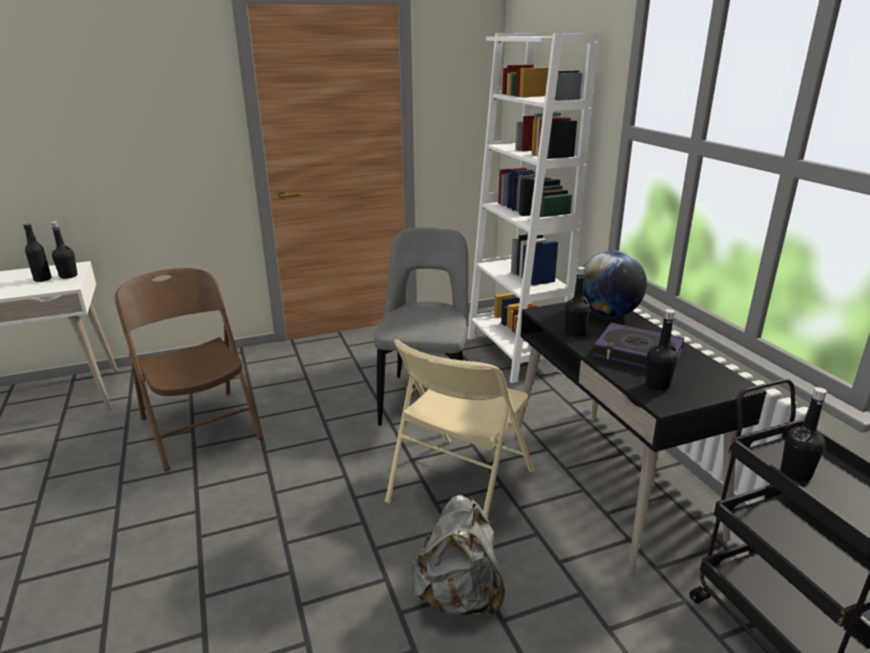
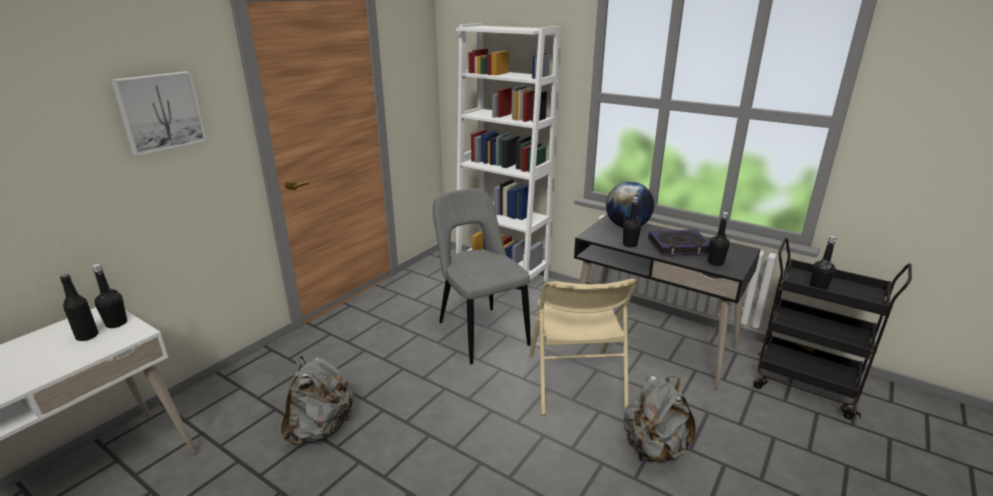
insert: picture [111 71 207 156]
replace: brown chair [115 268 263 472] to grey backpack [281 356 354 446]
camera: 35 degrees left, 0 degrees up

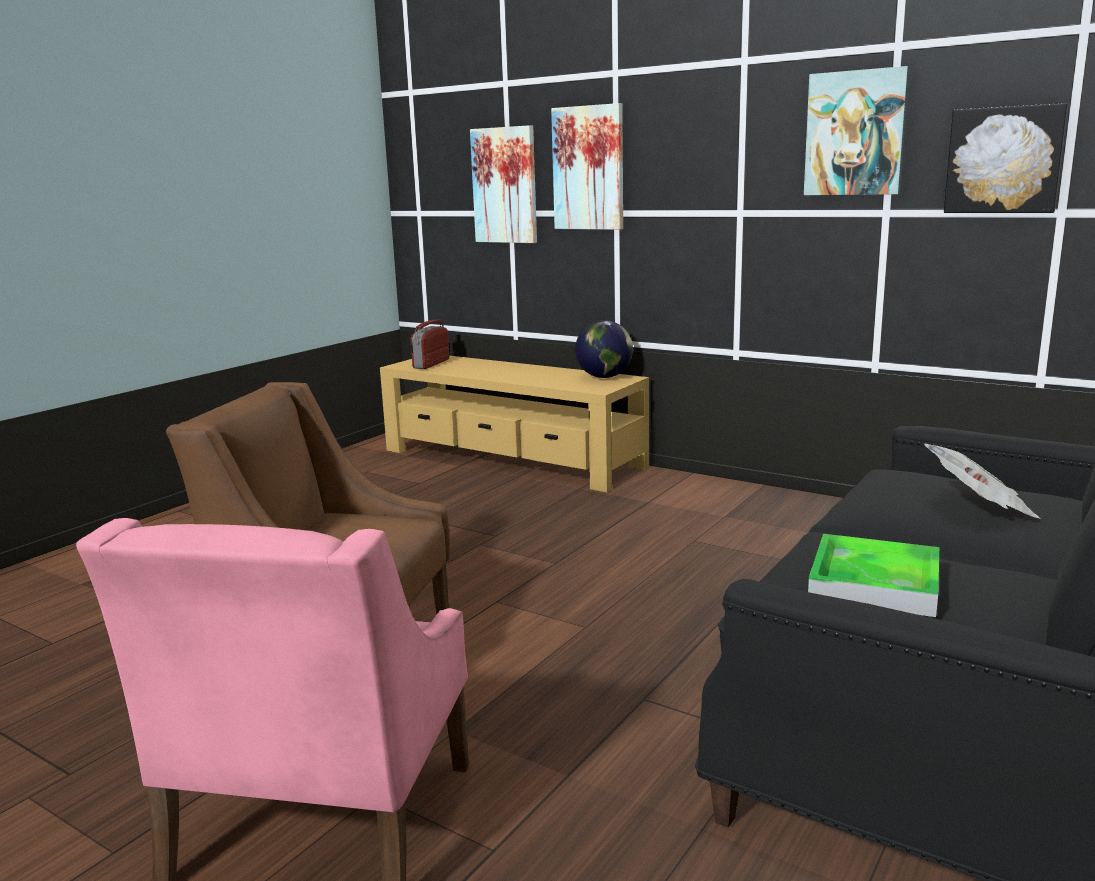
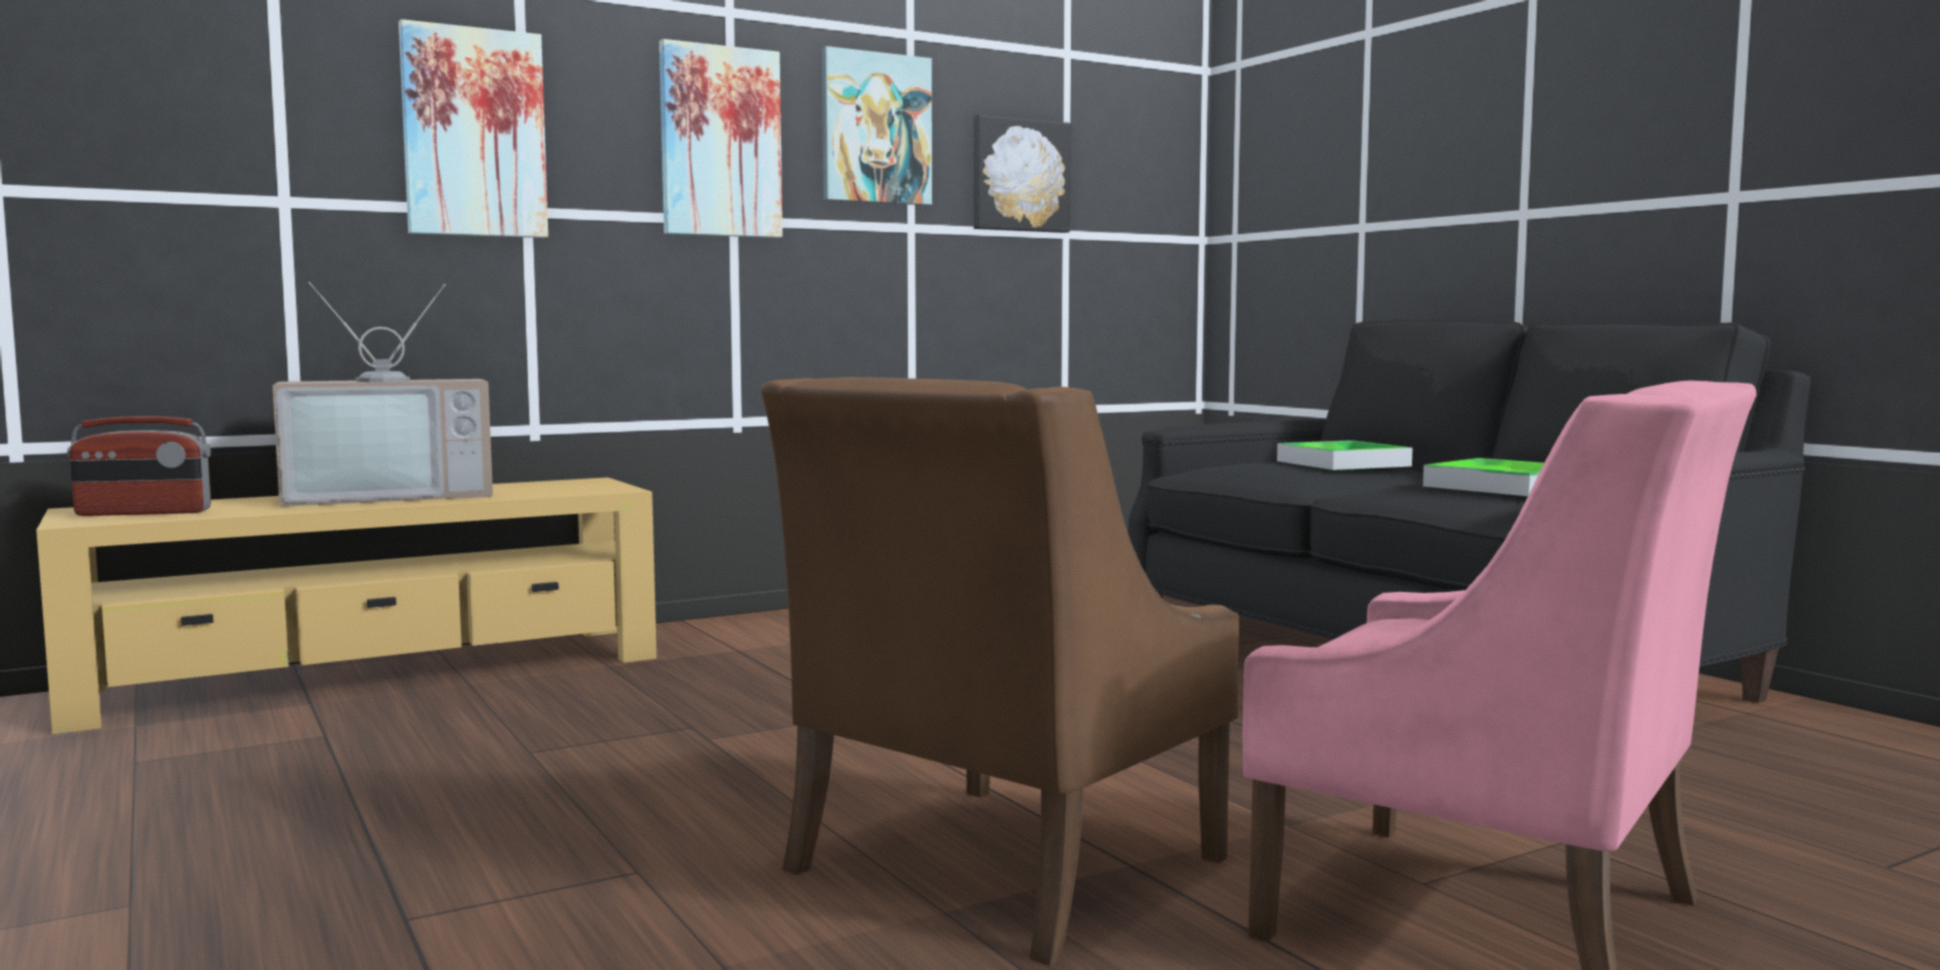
delete: globe [575 320 633 378]
insert: television [273 282 493 507]
move: picture [470 125 537 243] to [659 39 783 238]
replace: newspaper [924 443 1040 519] to tray [1277 440 1413 470]
rotate: radio [411 319 449 369] = [67 416 211 516] 60 degrees counterclockwise
camera: 65 degrees left, 10 degrees down

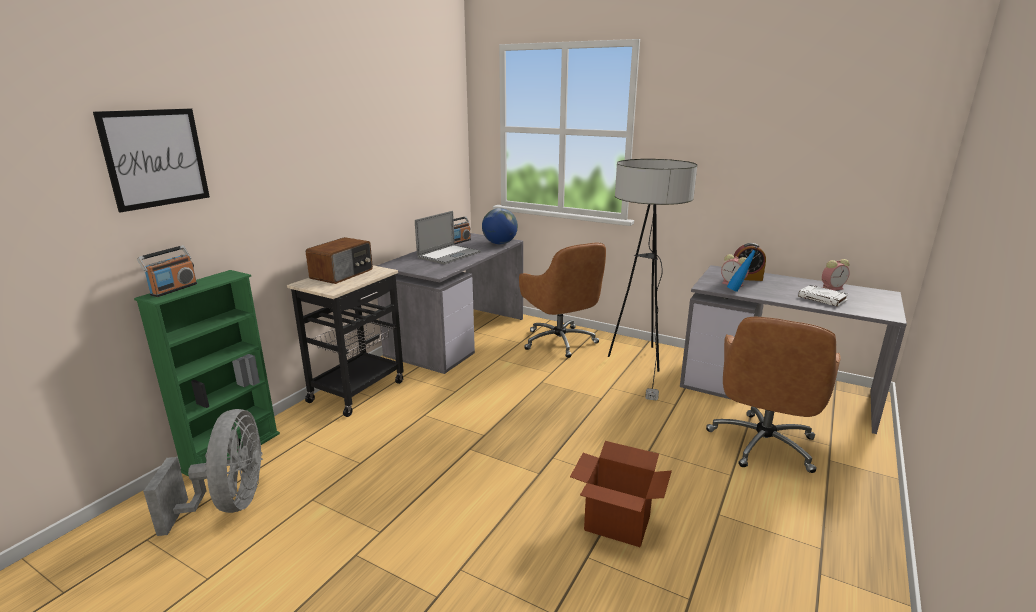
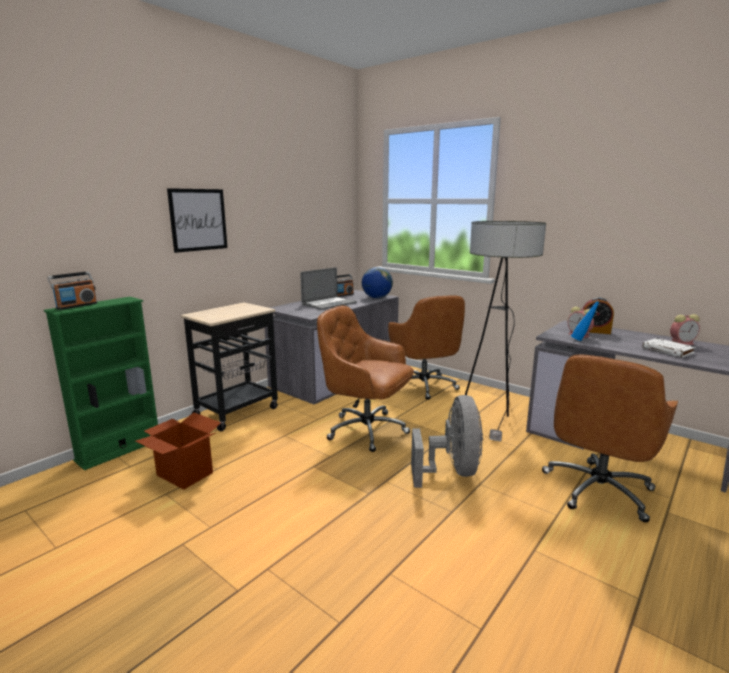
delete: radio [306 237 373 284]
insert: brown office chair [317 305 414 452]
move: picture [93 109 210 213] to [167 188 228 253]; grey fan [143 409 263 536] to [411 395 483 488]; cardboard box [570 441 672 547] to [135 412 221 489]
camera: 10 degrees right, 5 degrees down

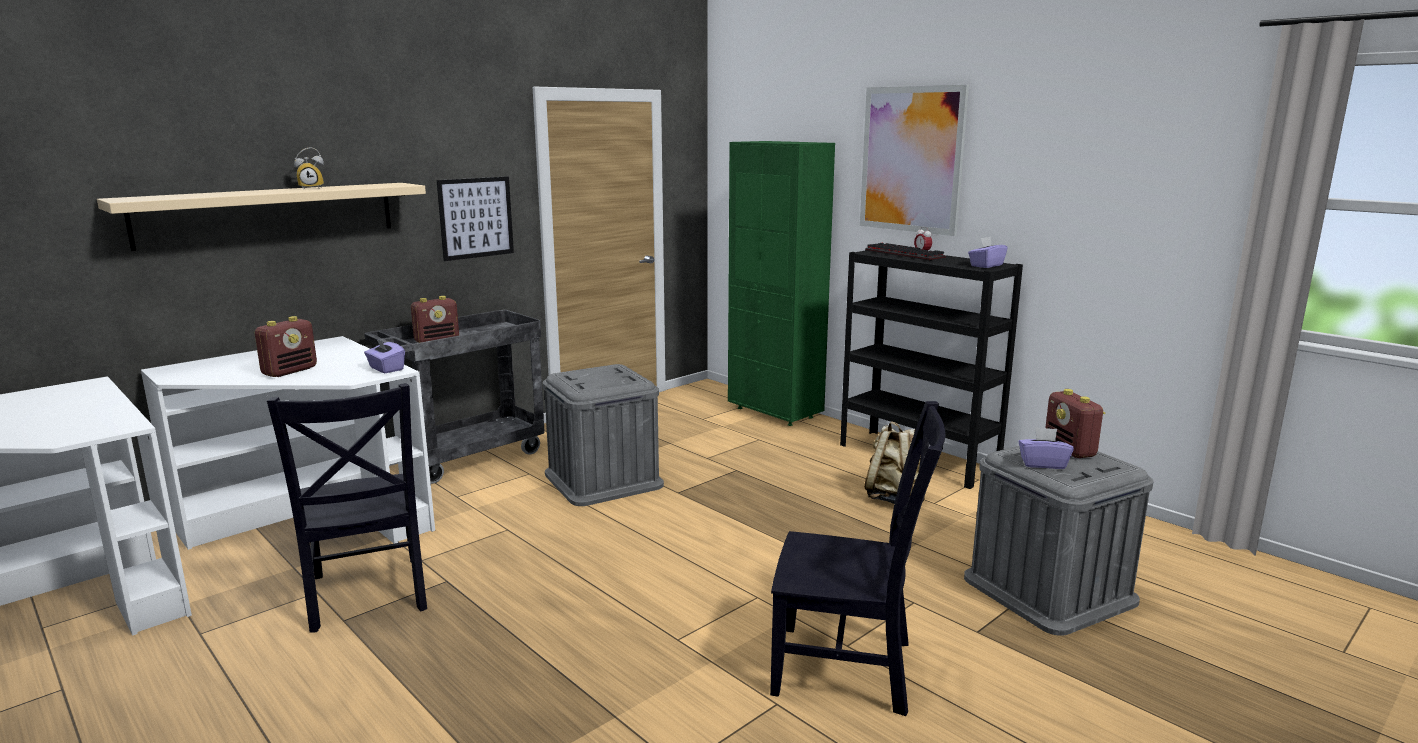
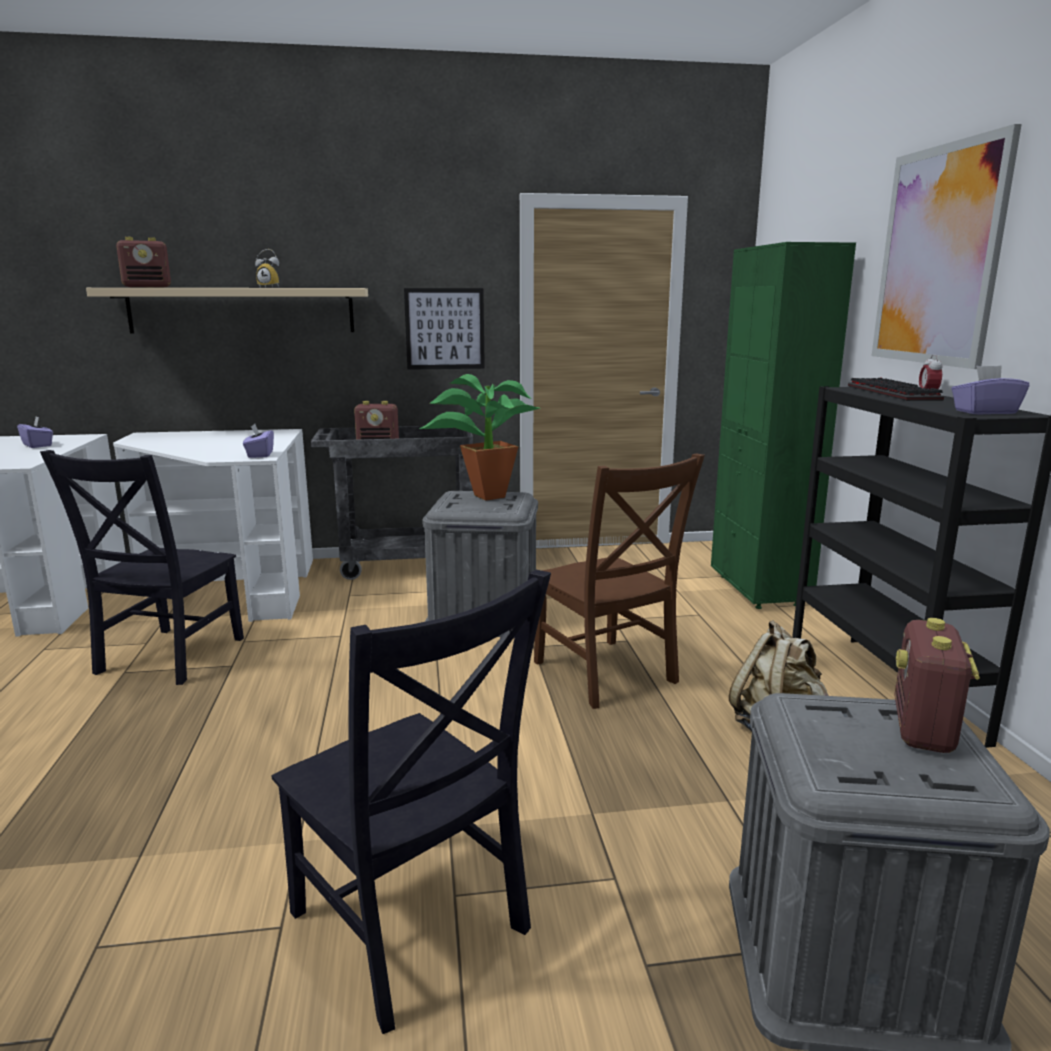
insert: potted plant [419 374 540 501]; brown chair [534 453 705 709]
move: radio [255 316 317 377] to [116 237 171 288]; purple tissue box [1018 427 1074 469] to [17 417 53 448]
camera: 35 degrees right, 0 degrees up

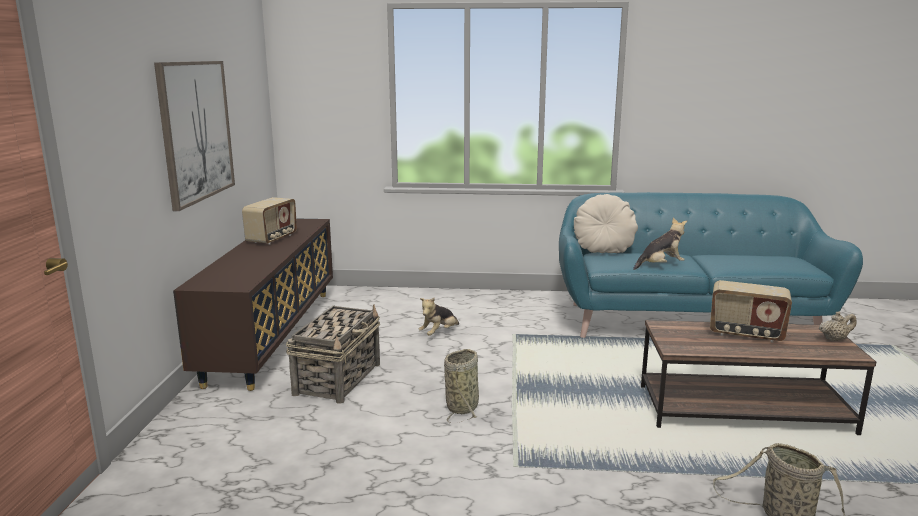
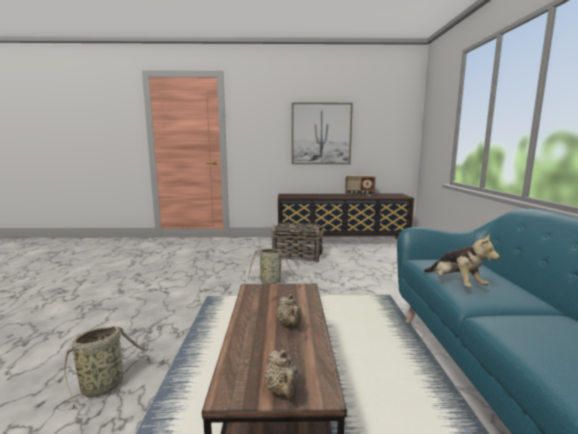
delete: beige pillow [574 194 638 253]; plush toy [418 298 459 336]
replace: radio [710 280 792 343] to beige teapot [277 294 302 327]
camera: 85 degrees right, 5 degrees down

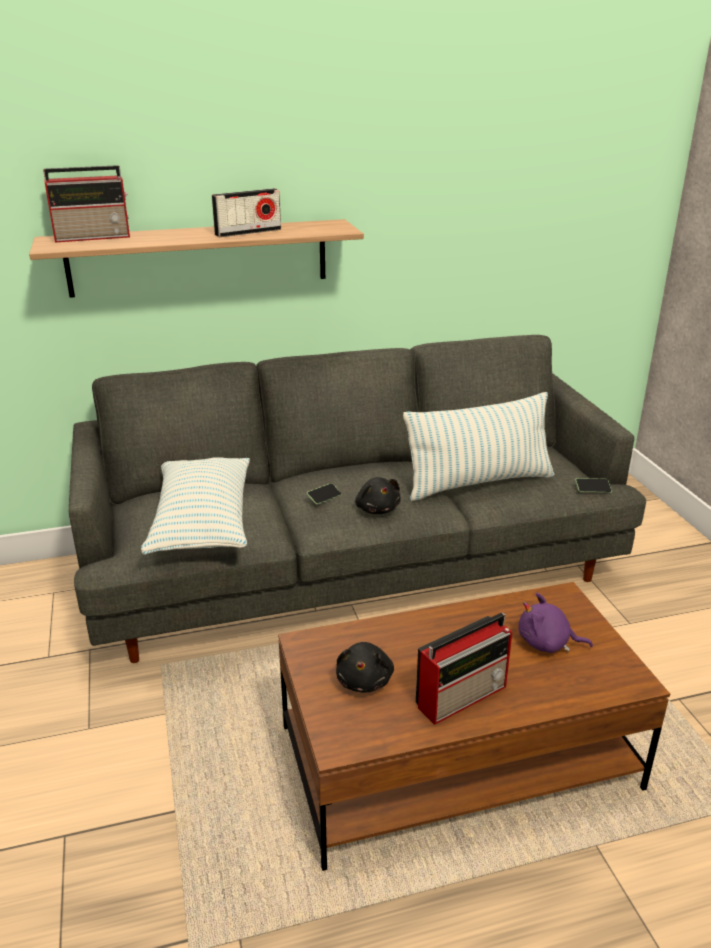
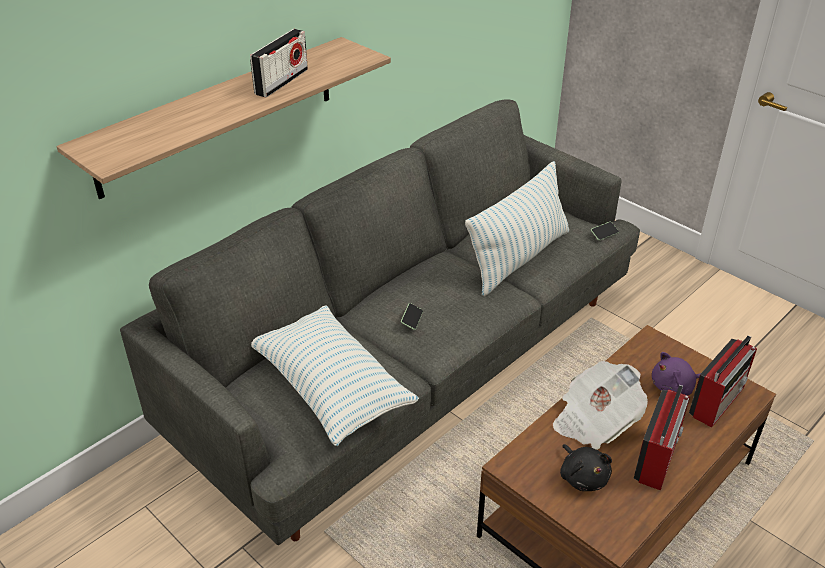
delete: black plush toy [355 477 401 514]
insert: newspaper [553 361 648 450]
move: radio [43 165 130 243] to [689 335 757 427]
camera: 30 degrees left, 10 degrees up

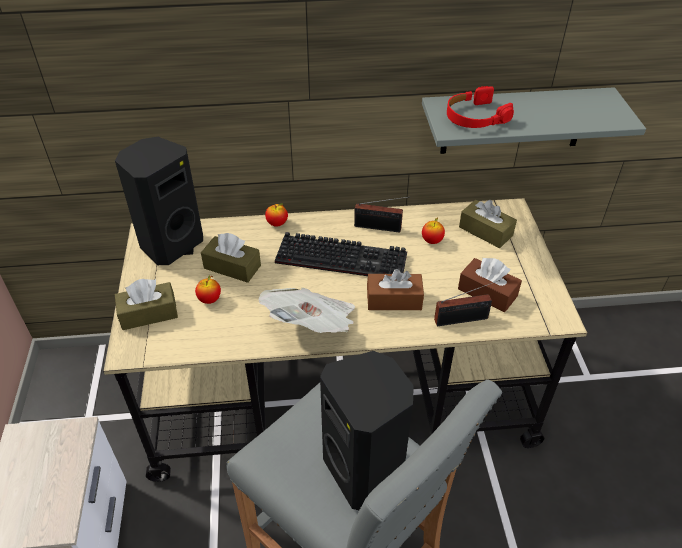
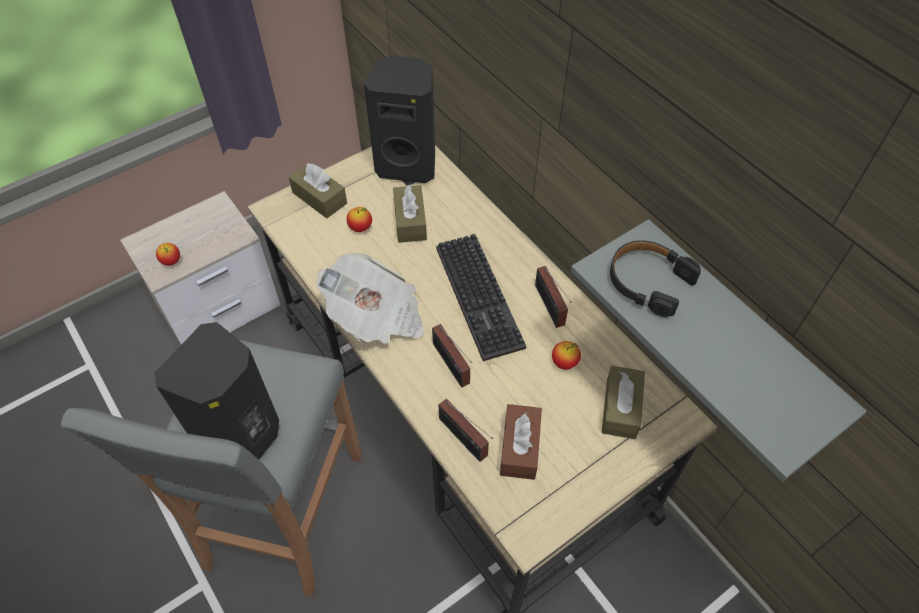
move: apple [265 203 288 227] to [156 243 180 266]
replace: brown tissue box [367 269 424 310] to radio [432 324 473 388]
recolor: red headphones [447 86 514 128] to black headphones [610 240 701 317]
camera: 60 degrees right, 10 degrees up

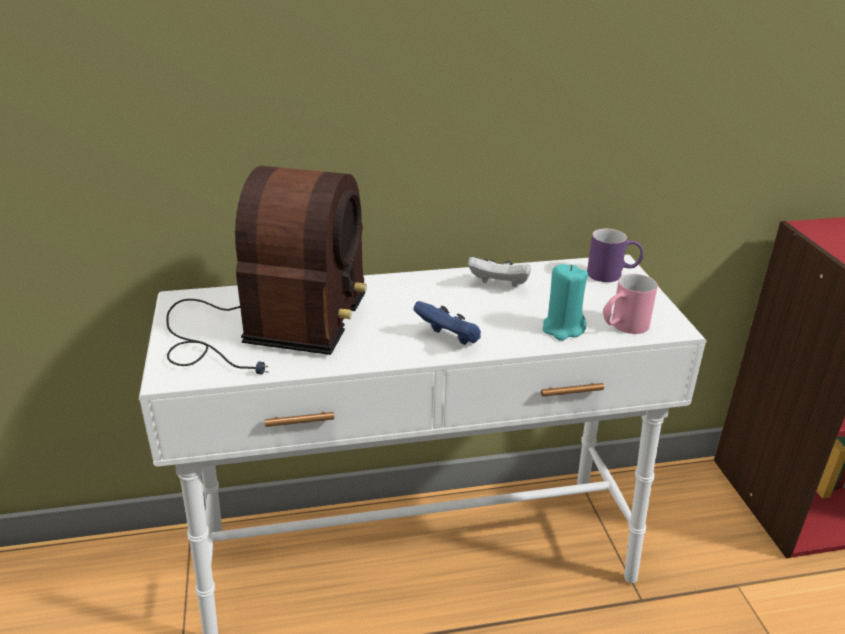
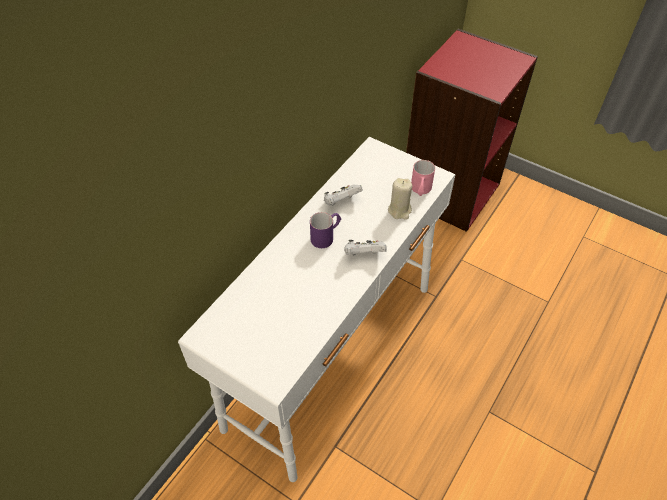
delete: radio [167 166 367 374]
move: purple mug [587 229 643 282] to [310 212 341 248]
recolor: turquoise candle [543 264 588 341] to beige candle [388 178 412 220]; blue game controller [413 301 481 345] to white game controller [344 240 387 255]
camera: 45 degrees left, 20 degrees up

